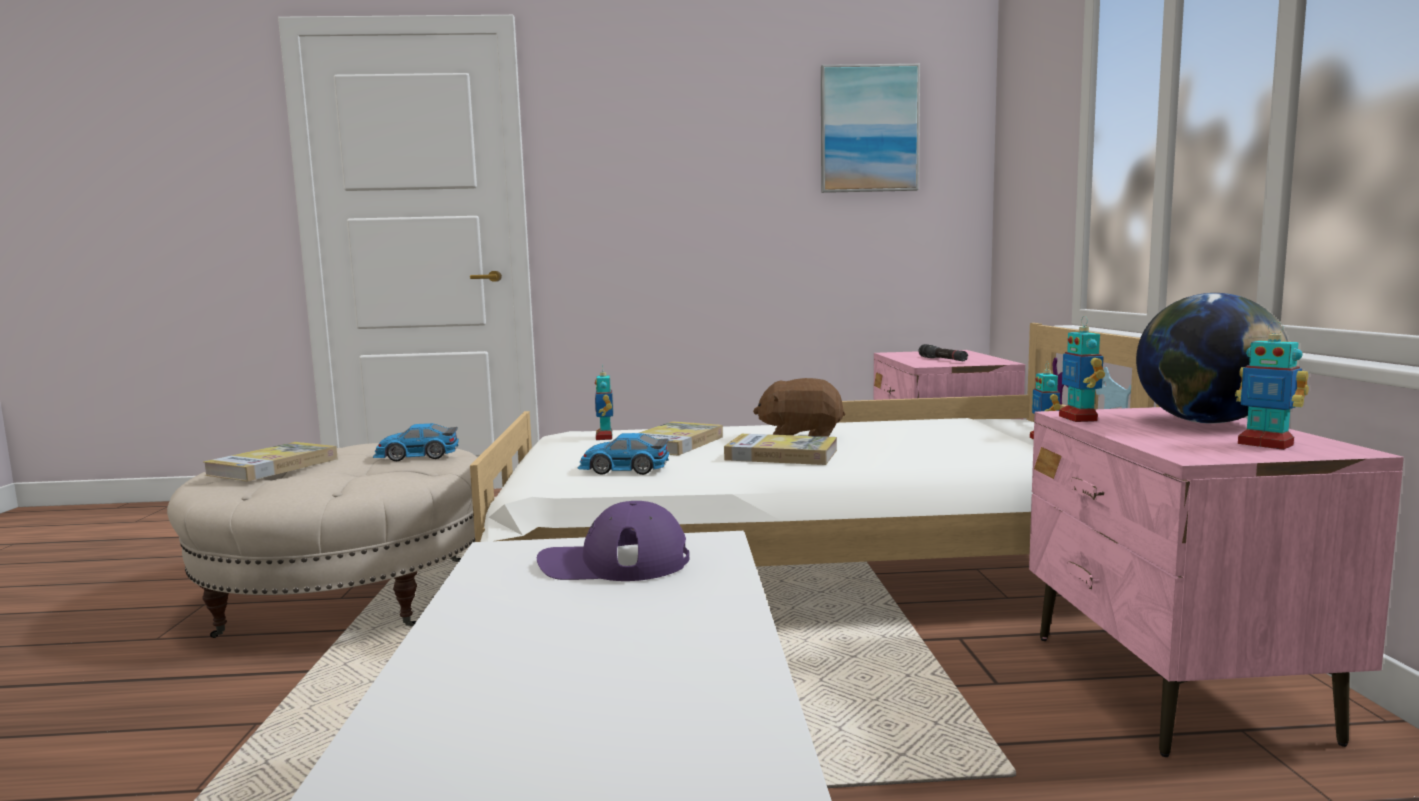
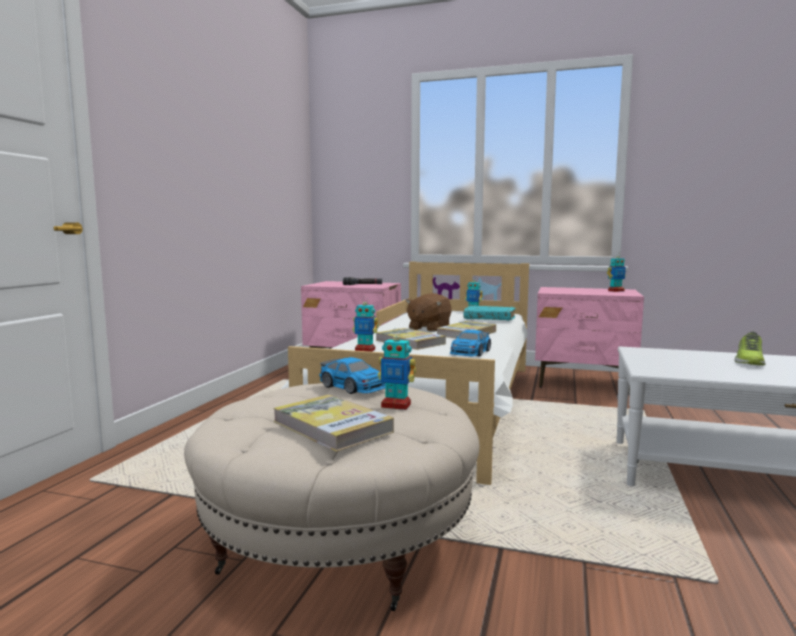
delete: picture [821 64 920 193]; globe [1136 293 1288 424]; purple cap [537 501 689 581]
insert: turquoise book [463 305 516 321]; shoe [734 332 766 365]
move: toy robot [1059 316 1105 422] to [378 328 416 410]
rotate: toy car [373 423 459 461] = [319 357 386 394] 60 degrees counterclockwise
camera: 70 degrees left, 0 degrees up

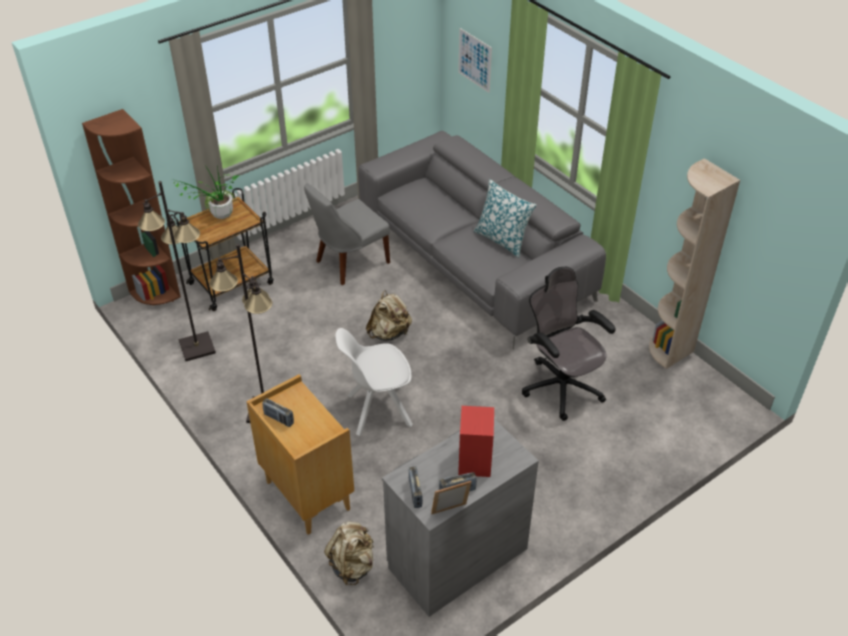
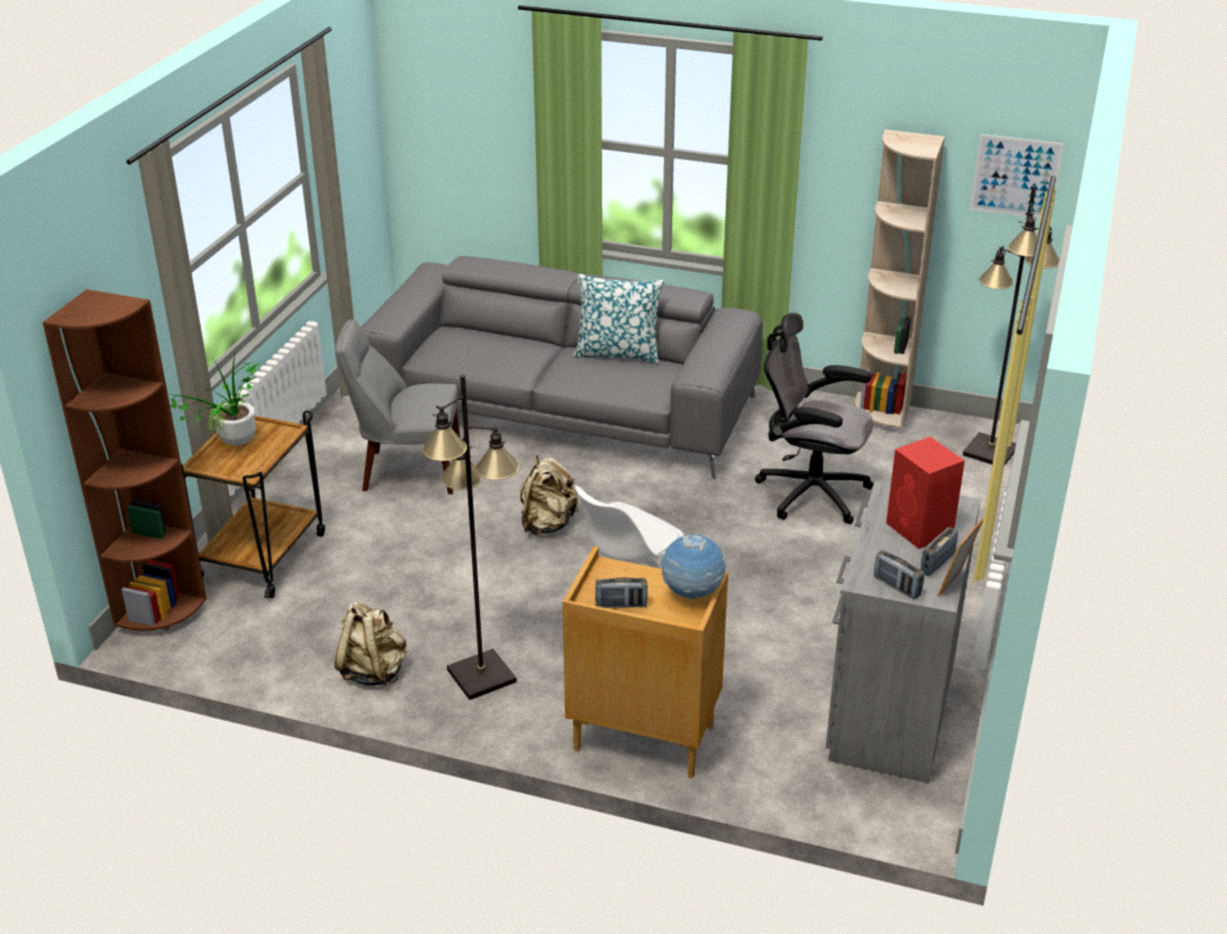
insert: globe [661 534 726 599]
move: picture [458 28 492 93] to [970 134 1064 218]; black floor lamp [138 181 216 361] to [963 186 1060 466]; beige backpack [324 522 374 585] to [335 602 406 686]
rotate: grey chair [304 183 390 285] = [335 319 460 494] 75 degrees clockwise
camera: 35 degrees left, 10 degrees down

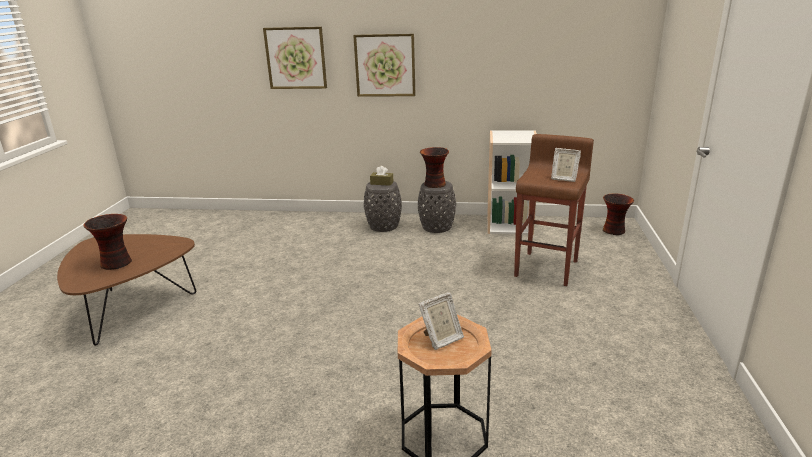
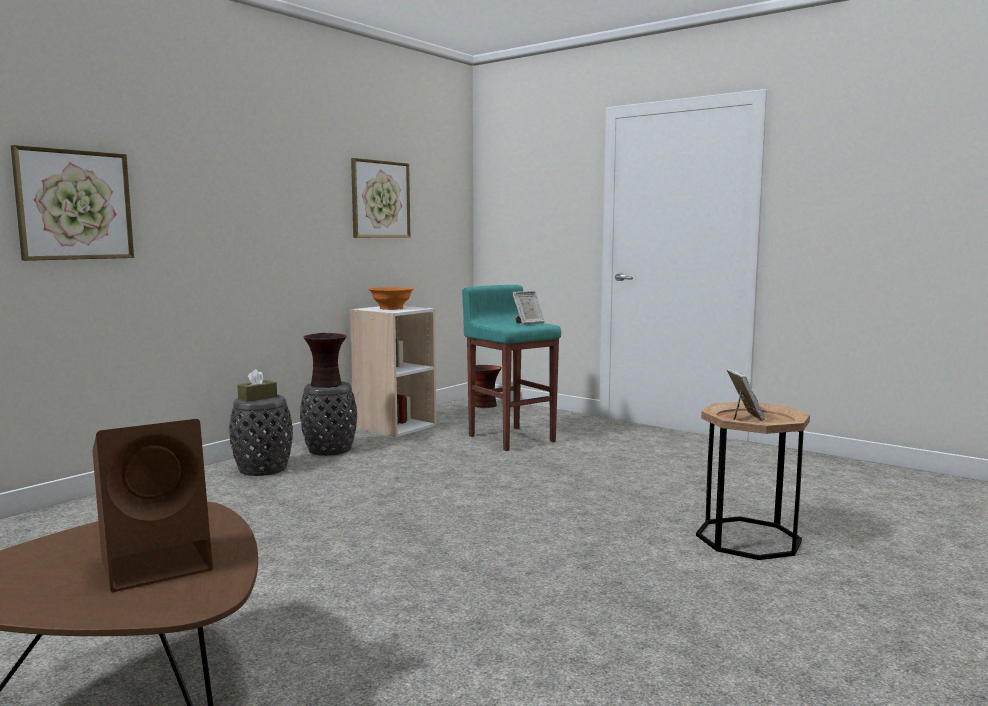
insert: orange bowl [368 287 414 310]
move: picture [353 34 415 97] to [351 158 410 238]
replace: vase [83 214 132 270] to brown speaker [92 419 213 592]
recolor: brown stool [514 134 594 286] to turquoise stool [462 285 561 451]
camera: 60 degrees left, 15 degrees down

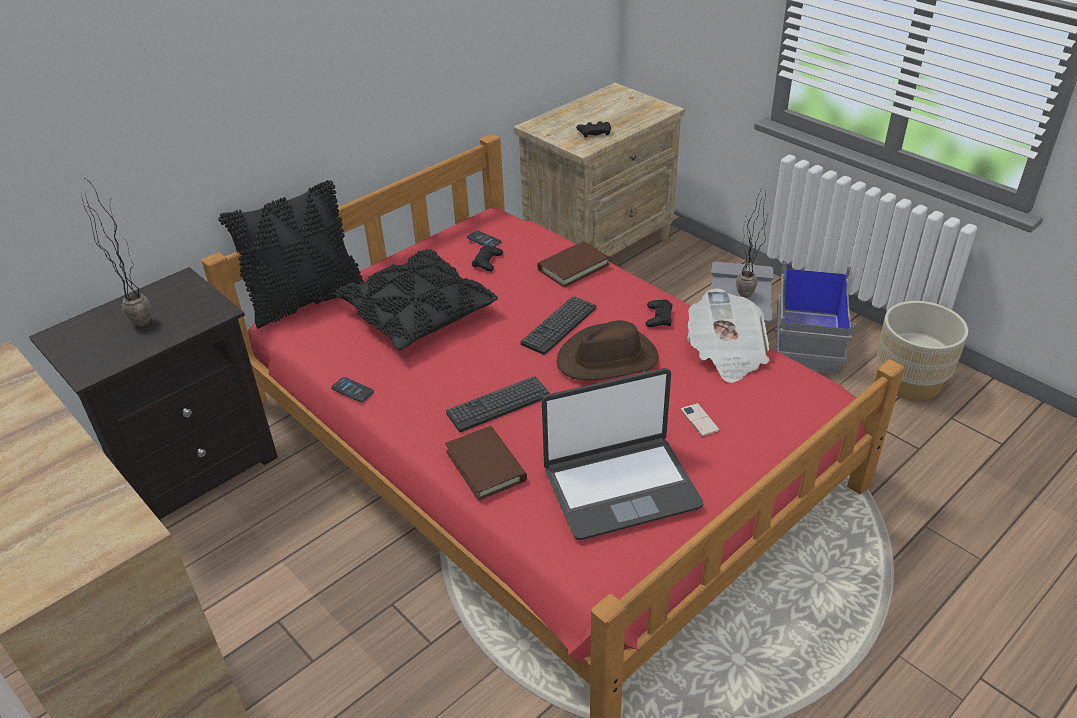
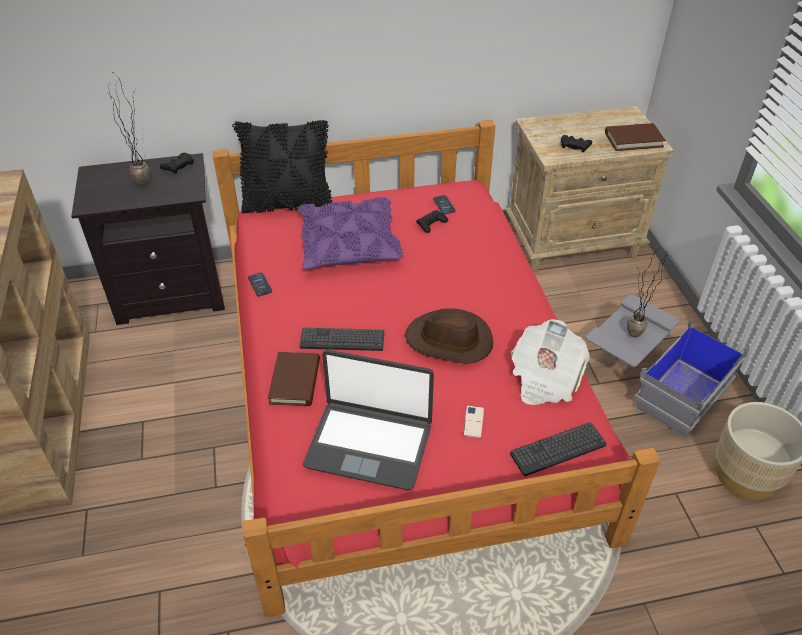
move: brown book [537 241 610 287] to [605 123 666 151]; keyboard [521 296 596 355] to [510 422 607 476]; black game controller [646 299 673 327] to [160 153 194 174]
recolor: black pillow [334 249 498 350] to purple pillow [297 197 403 269]
camera: 30 degrees right, 5 degrees up

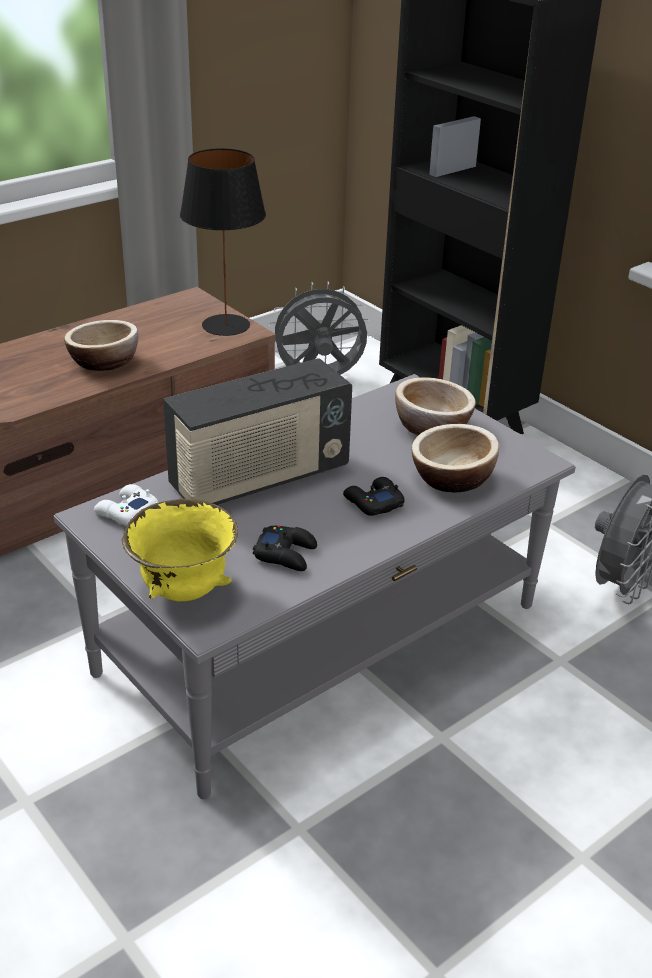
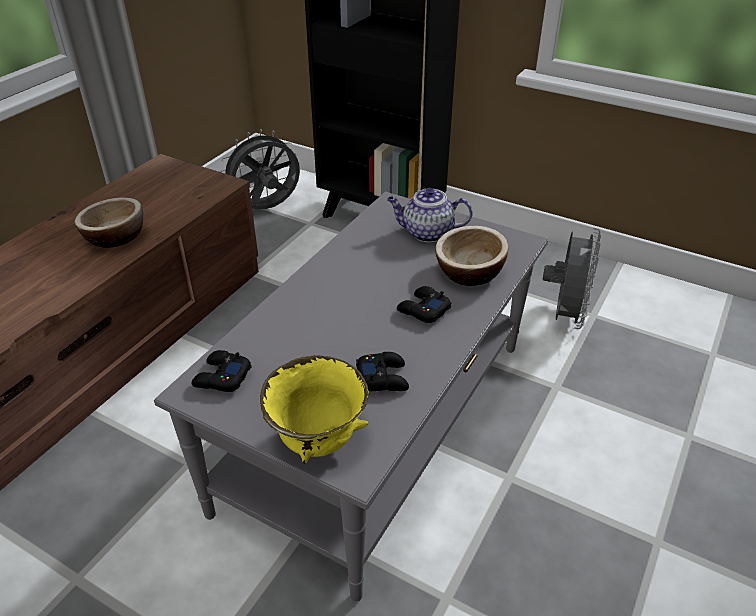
delete: black table lamp [180 148 266 336]; radio [163 358 352 505]
replace: bowl [395 377 476 435] to teapot [387 188 473 242]
recolor: white game controller [94 484 159 526] to black game controller [191 350 252 392]
camera: 20 degrees left, 5 degrees up

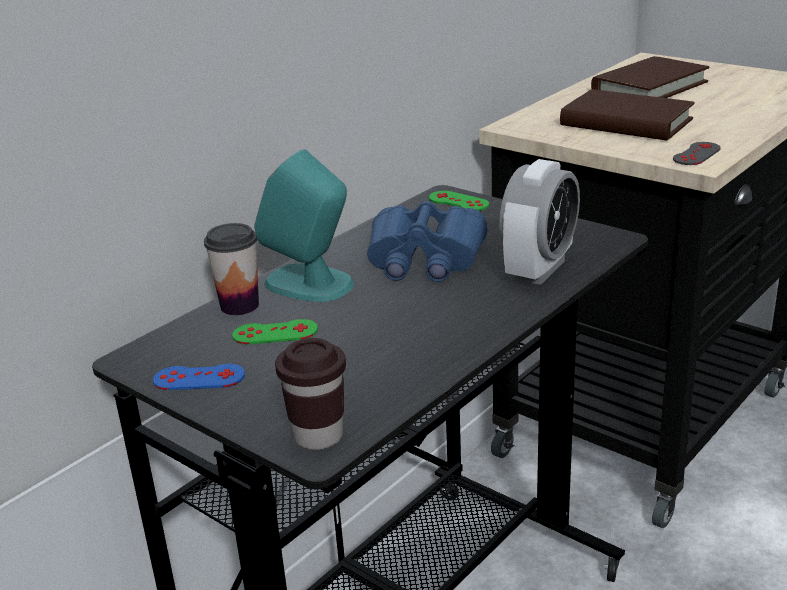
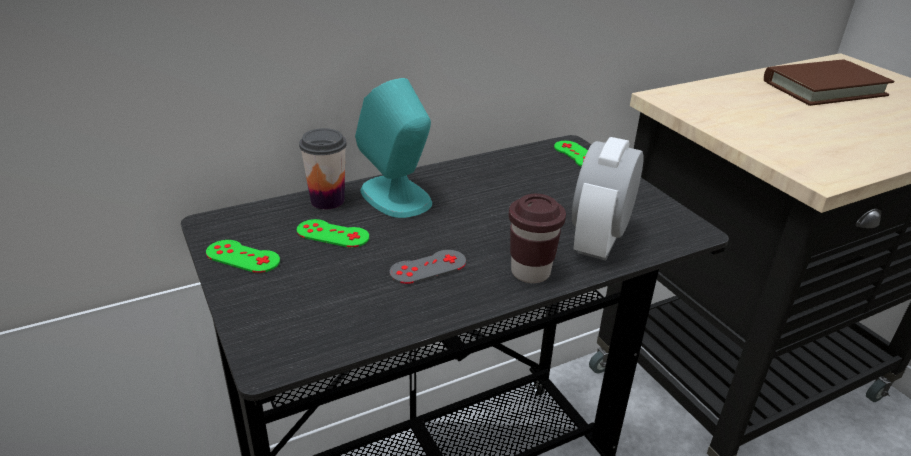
delete: brown book [560 89 695 140]; blue binoculars [367 201 487 282]
move: grey game controller [673 142 721 165] to [389 250 466 284]; brown cup [275 338 346 450] to [509 194 566 283]
recolor: blue game controller [153 364 245 390] to green game controller [206 240 280 273]
rotate: alarm clock [499 159 580 285] = [572 137 644 261] 150 degrees clockwise
camera: 20 degrees right, 5 degrees up

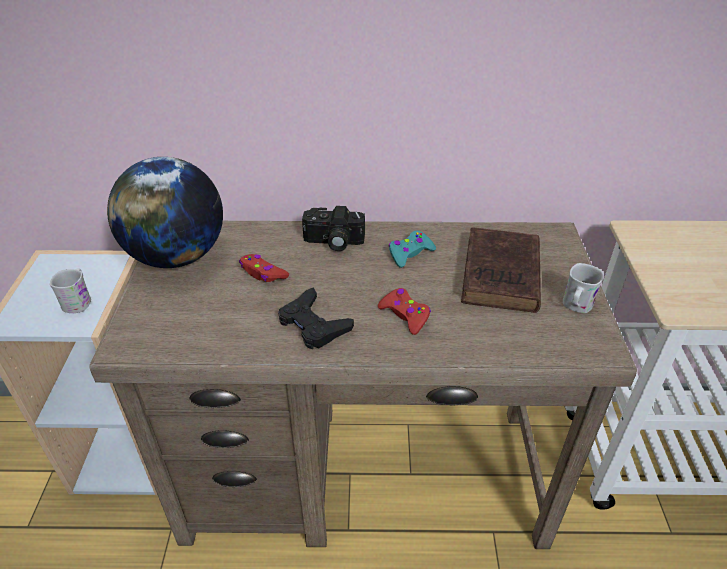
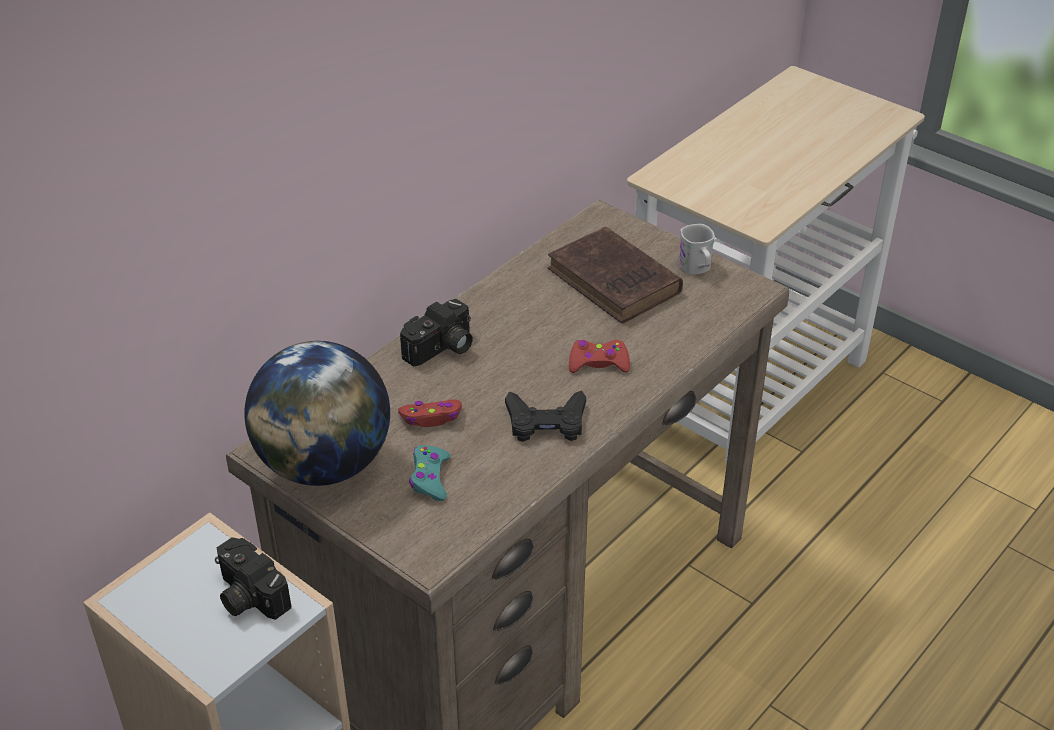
move: turquoise game controller [388 230 436 268] to [409 445 450 501]
replace: white mug [50 268 91 313] to photo camera [215 537 291 620]
camera: 50 degrees left, 0 degrees up

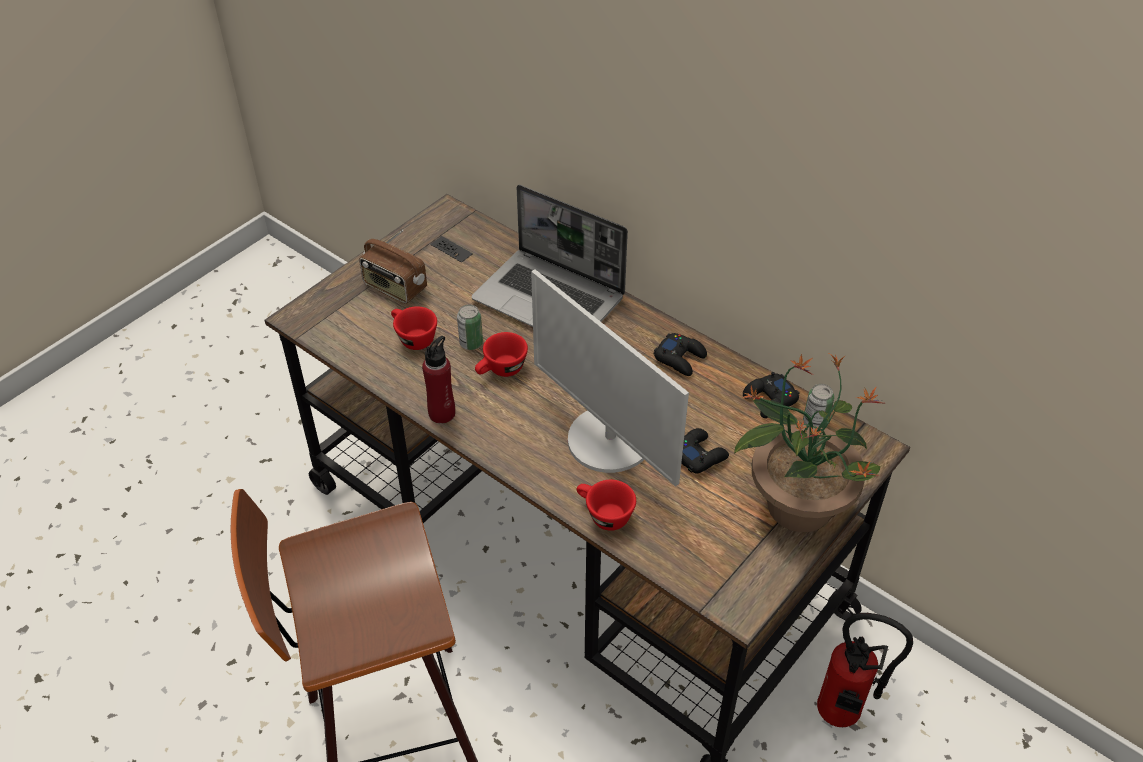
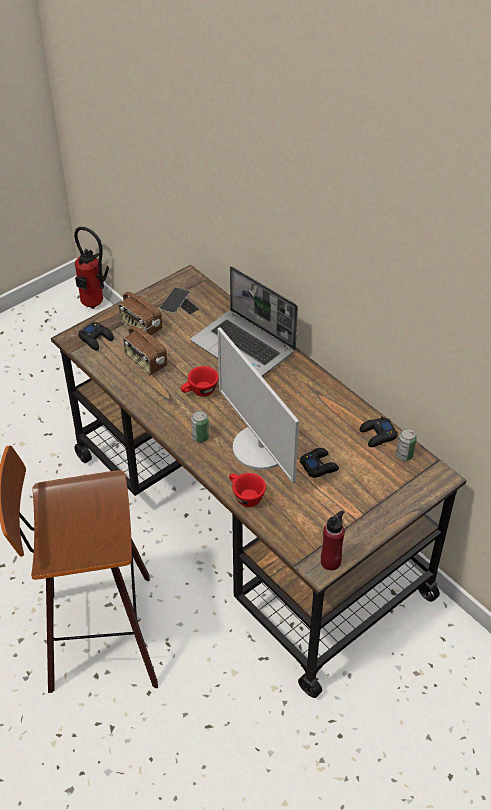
delete: potted plant [734 354 884 532]
insert: phone [159 287 190 314]
move: can [457 304 483 350] to [191 411 209 443]; black game controller [654 333 707 376] to [78 322 114 351]; red bottle [422 336 455 424] to [321 510 345 570]; fire extinguisher [817 613 913 727] to [74 227 109 309]
replace: red cup [391 306 437 350] to radio [123 325 167 375]
camera: 10 degrees right, 0 degrees up

